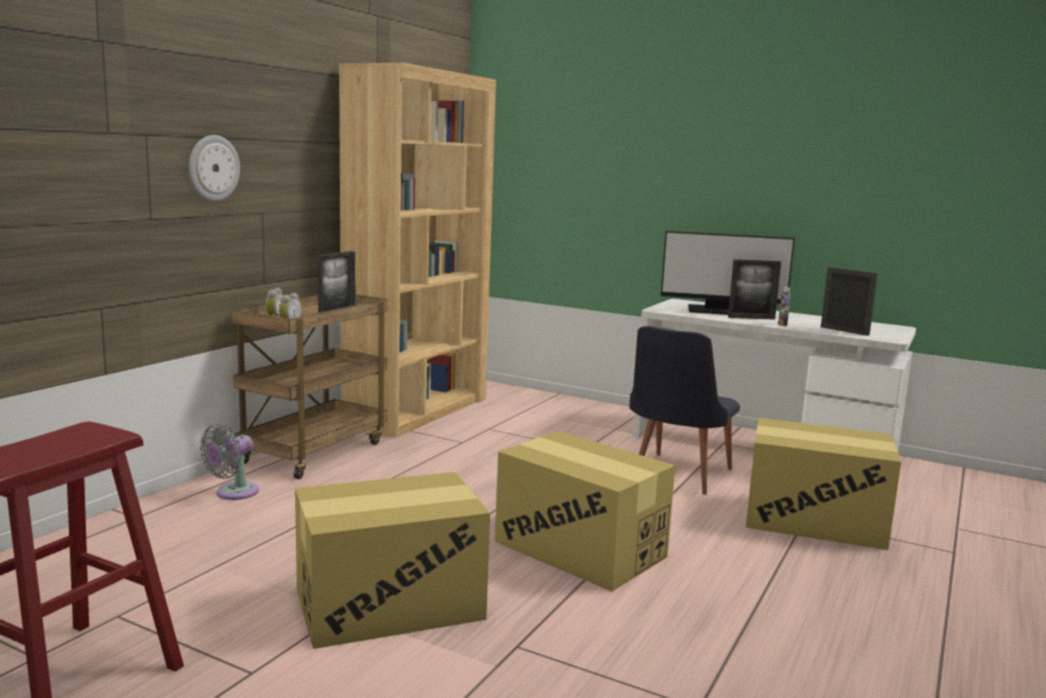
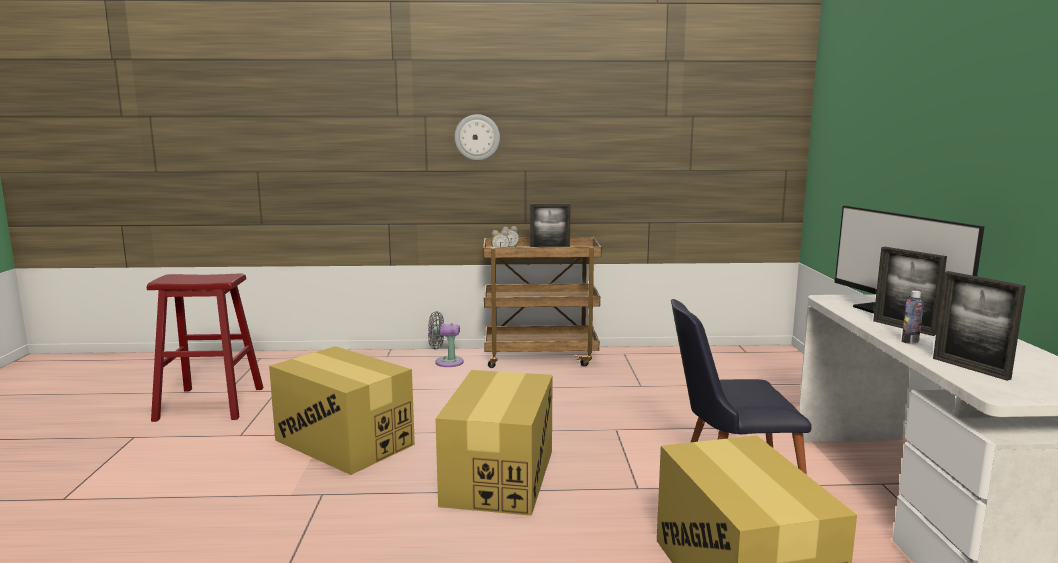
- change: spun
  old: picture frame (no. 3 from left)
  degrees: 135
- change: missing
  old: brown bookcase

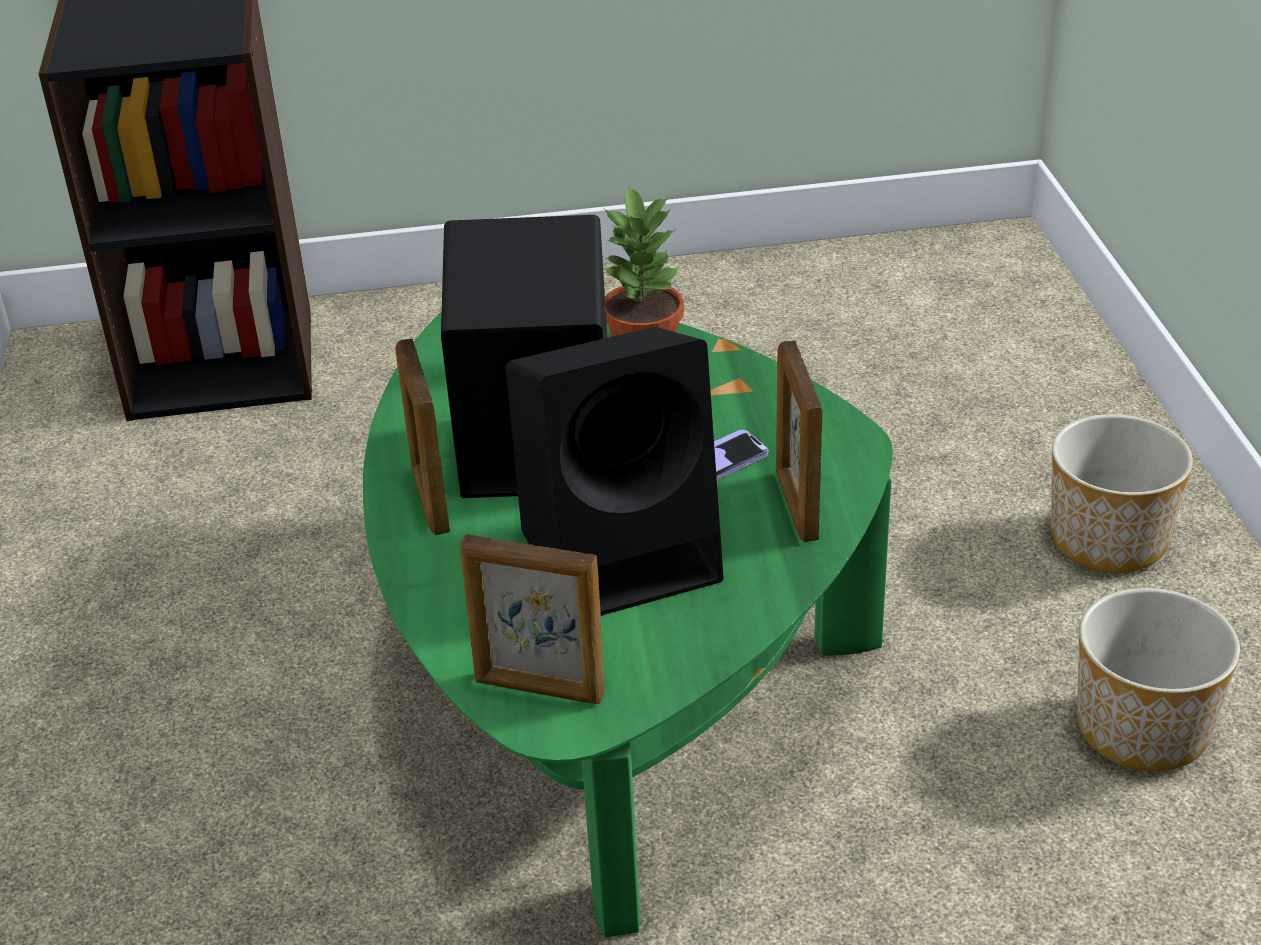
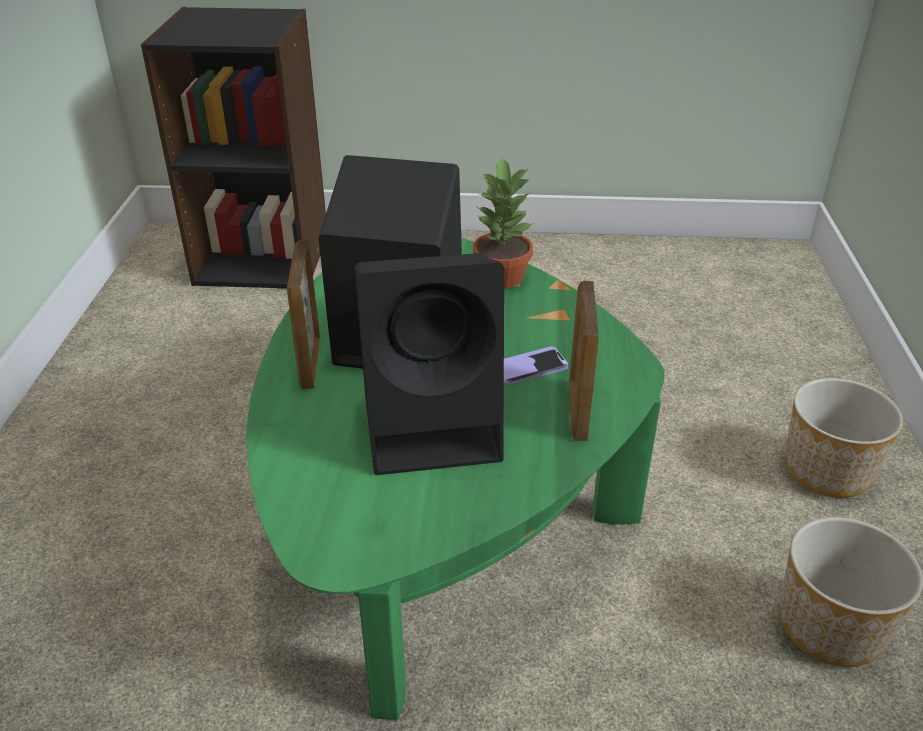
- change: missing
  old: picture frame (no. 2 from left)

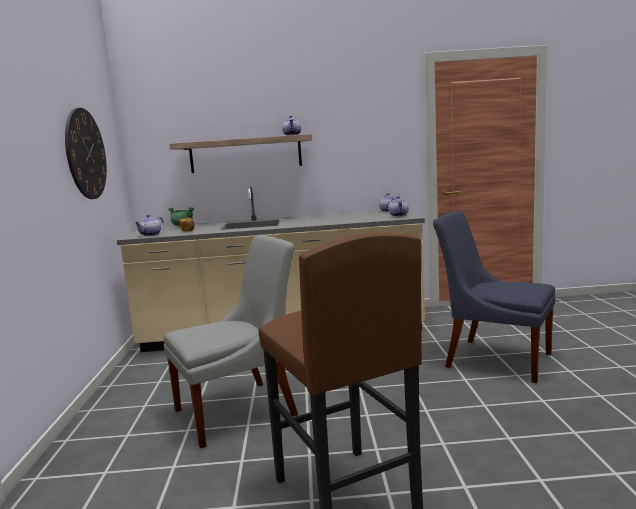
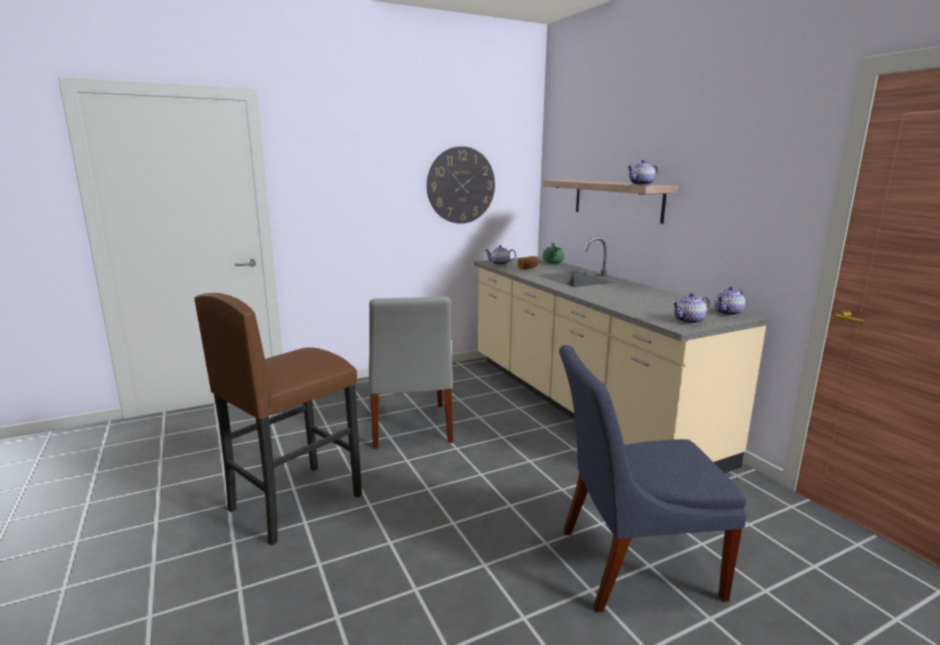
- change: spun
  old: grey chair
  degrees: 45
- change: spun
  old: blue chair
  degrees: -105

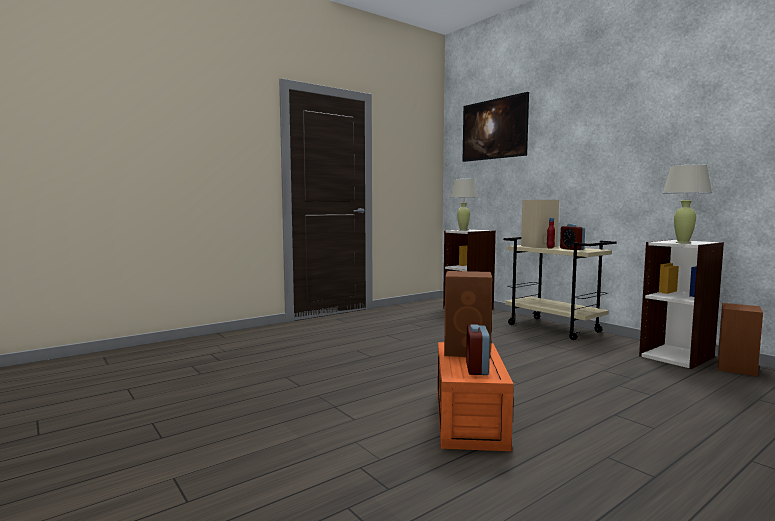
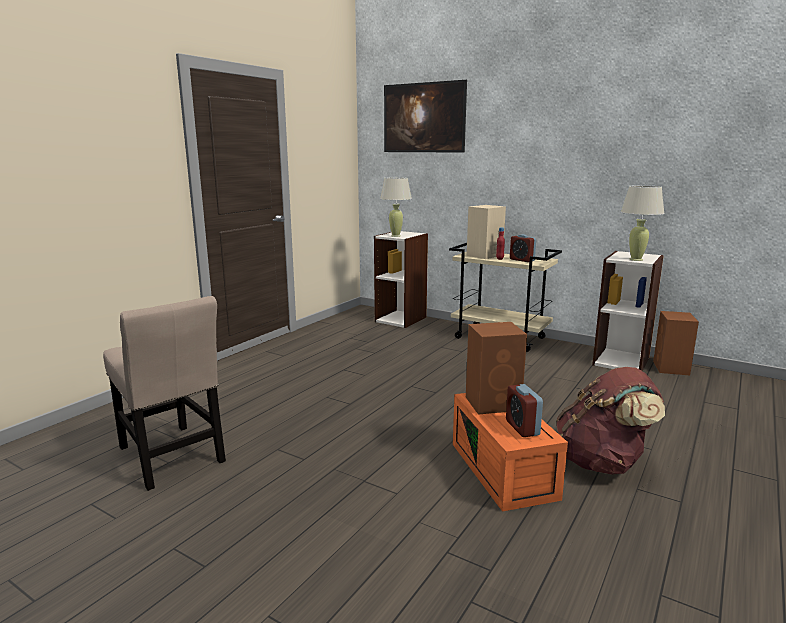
- change: appeared
  new: beige chair
- change: appeared
  new: brown backpack

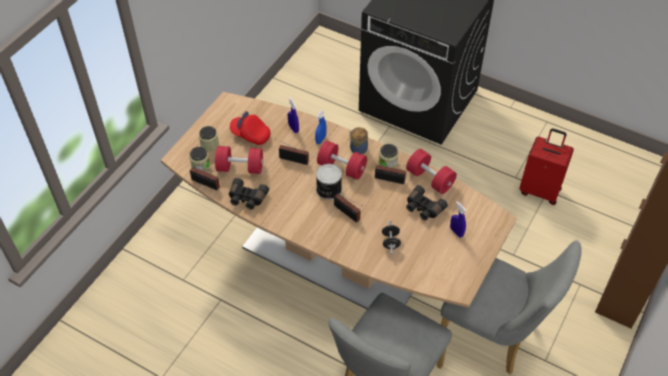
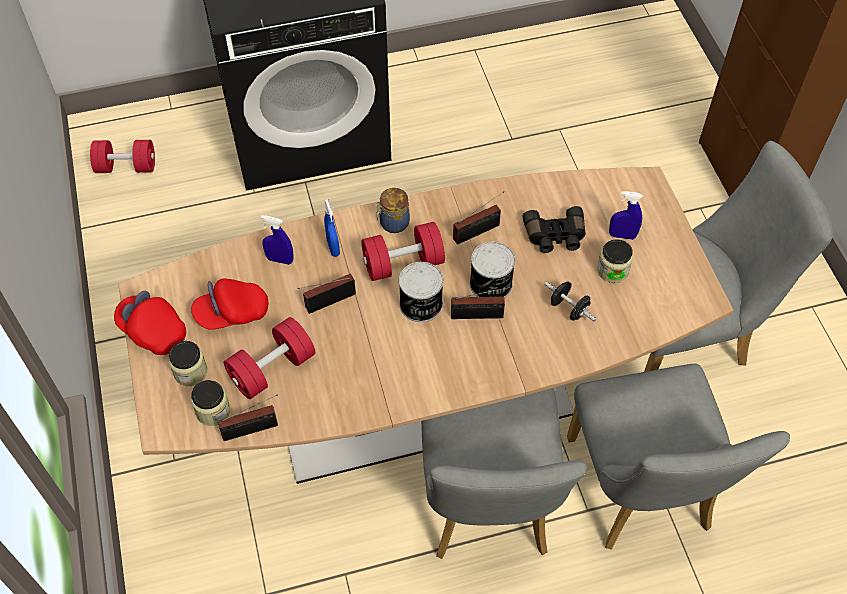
- change: relocated
  old: red dumbbell (no. 3 from left in the first image)
  new: red dumbbell (no. 1 from left)
- change: appeared
  new: red cap (no. 1 from left)
- change: appeared
  new: grey chair (no. 1 from left)
- change: appeared
  new: can (no. 2 from left)
- change: relocated
  old: jar (no. 4 from left)
- change: missing
  old: black binoculars (no. 1 from left)
- change: missing
  old: red suitcase

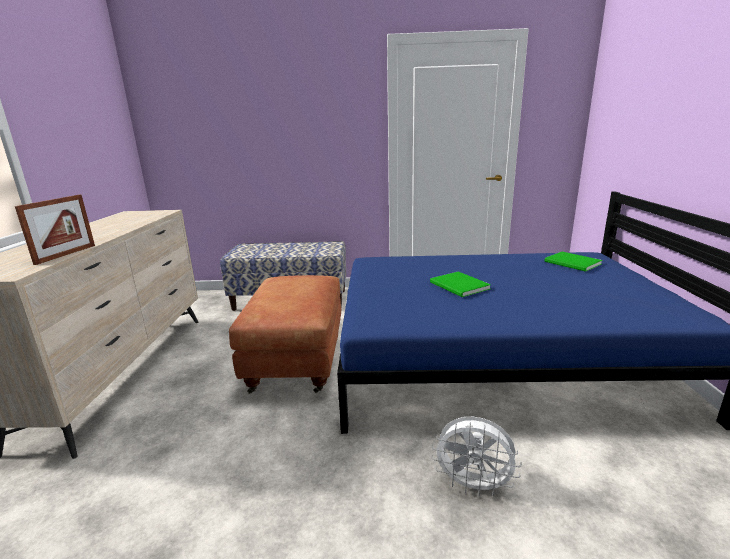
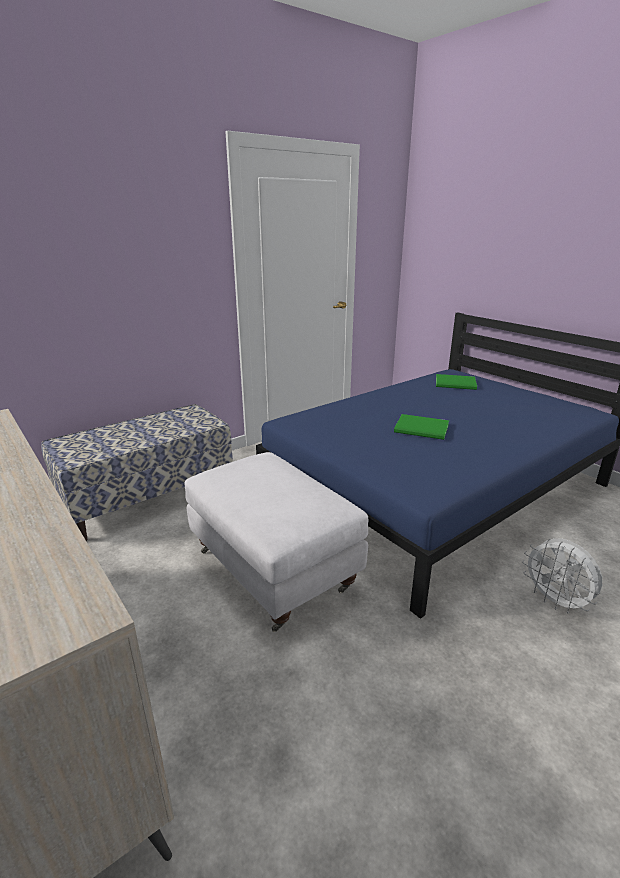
- change: colour
  old: brown ottoman
  new: white ottoman
- change: spun
  old: white fan
  degrees: 75
- change: missing
  old: picture frame

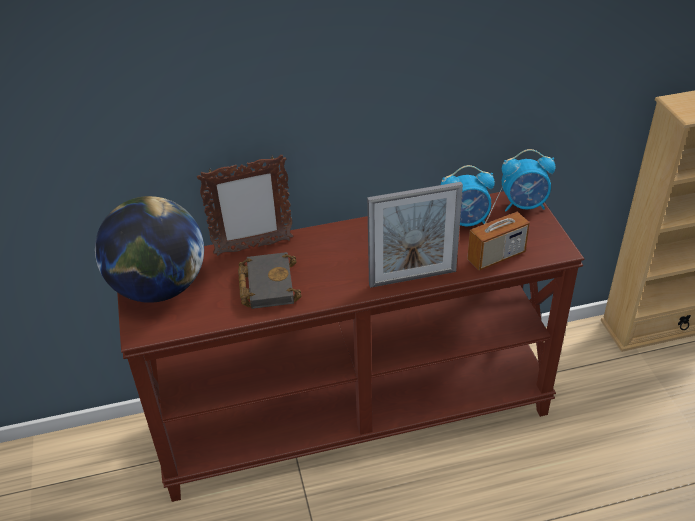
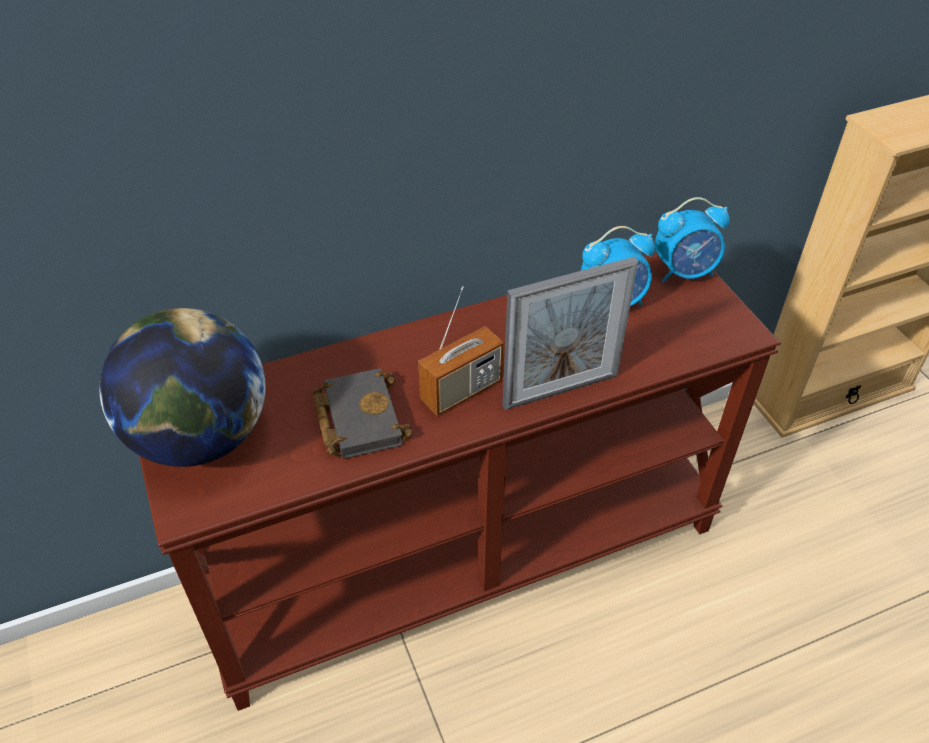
- change: relocated
  old: radio
- change: missing
  old: picture frame (no. 1 from left)

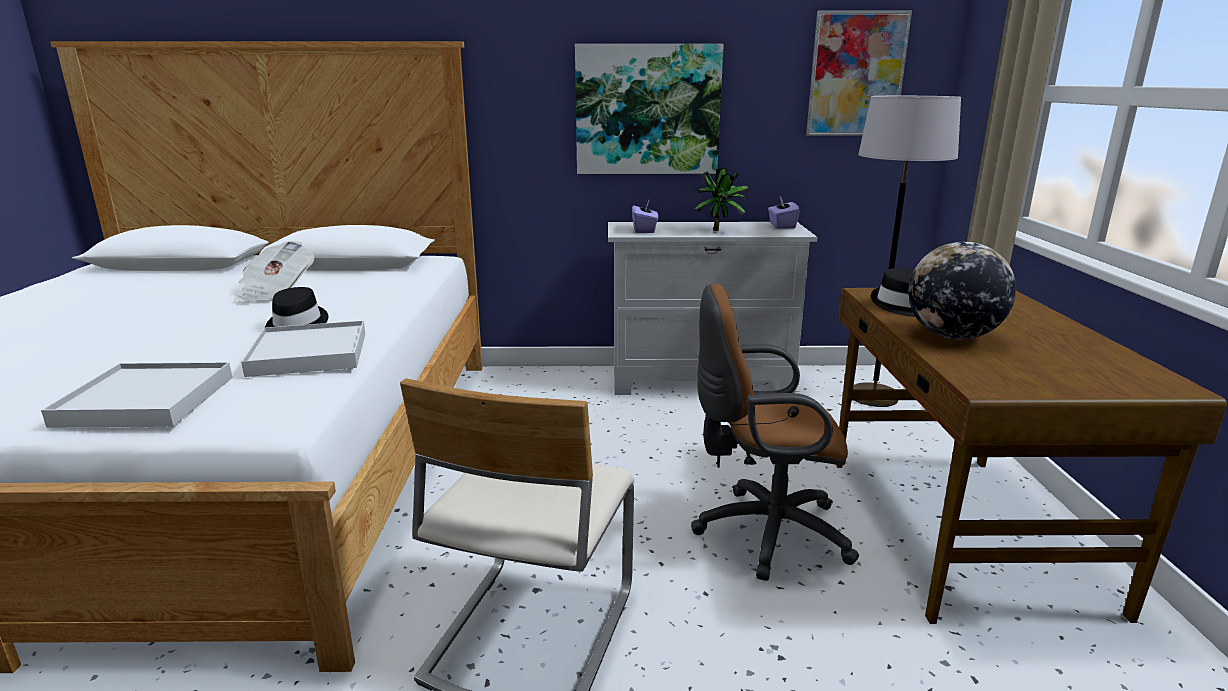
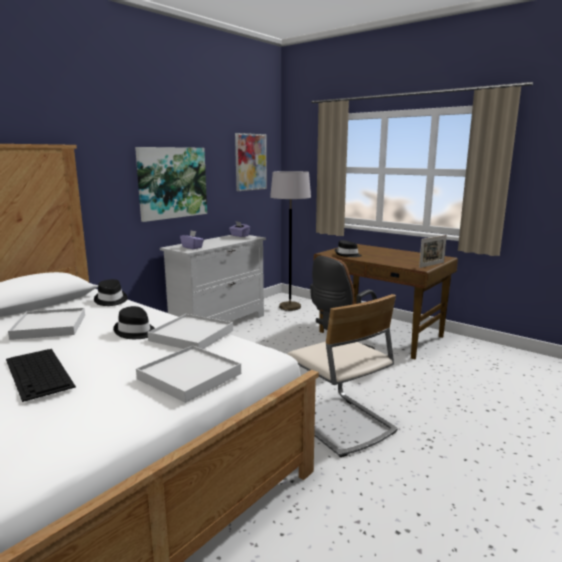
- change: appeared
  new: keyboard
- change: exchanged
  old: newspaper
  new: white tray (no. 1 from left)
- change: appeared
  new: black hat (no. 1 from left)
- change: appeared
  new: picture frame
- change: missing
  old: potted plant
- change: missing
  old: globe

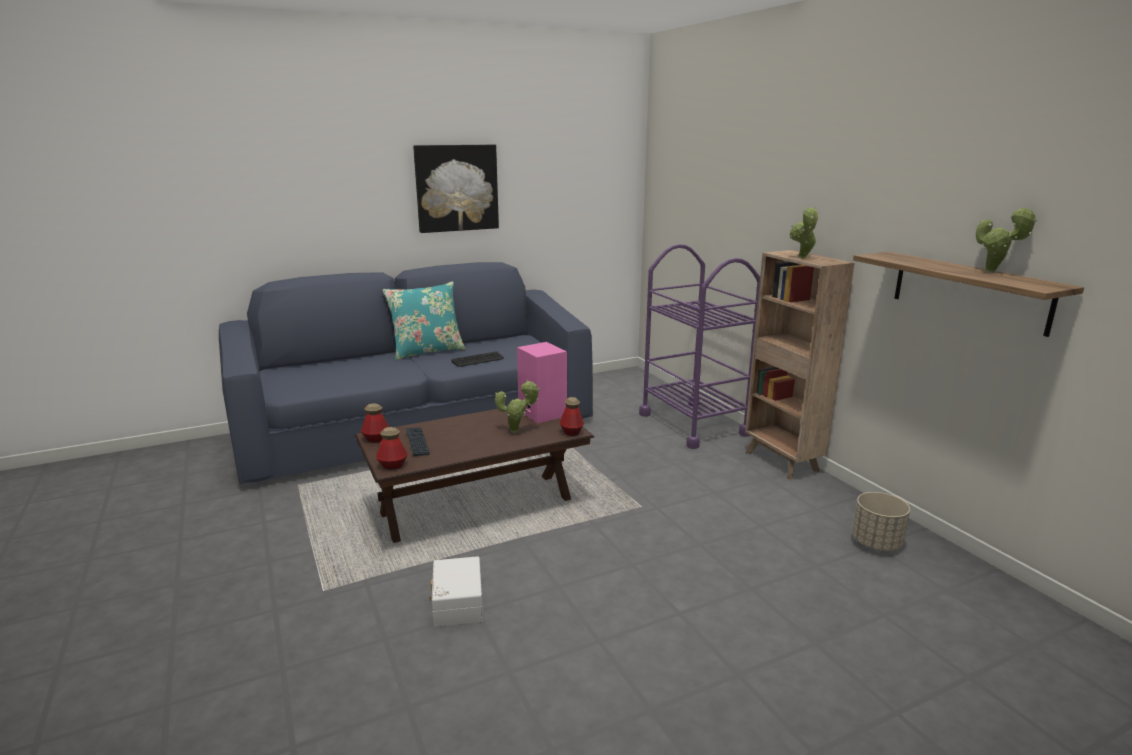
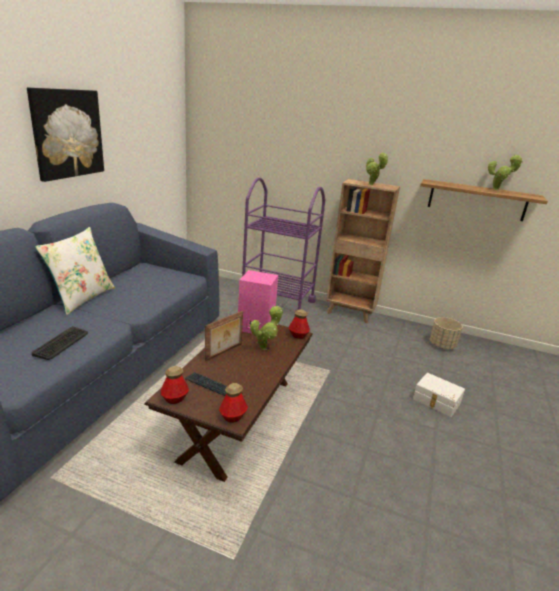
- change: relocated
  old: keyboard (no. 2 from left in the first image)
  new: keyboard (no. 1 from left)
- change: colour
  old: turquoise pillow
  new: white pillow
- change: appeared
  new: picture frame
- change: relocated
  old: white storage box

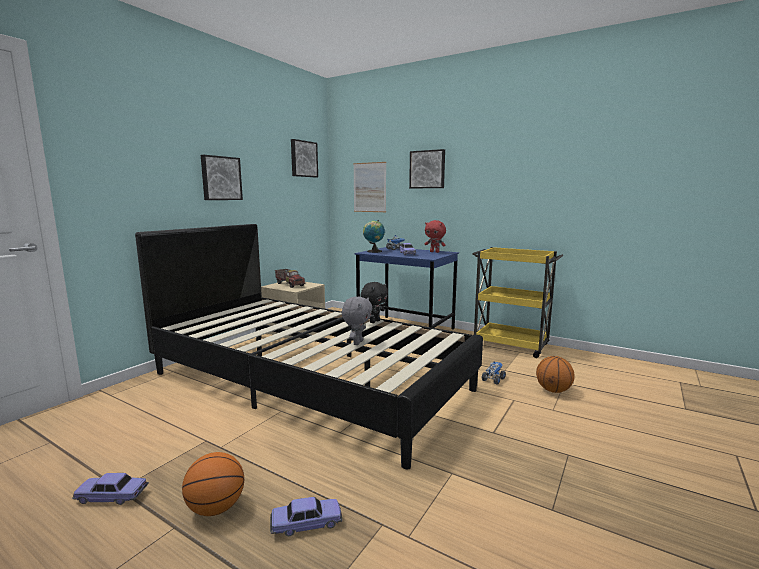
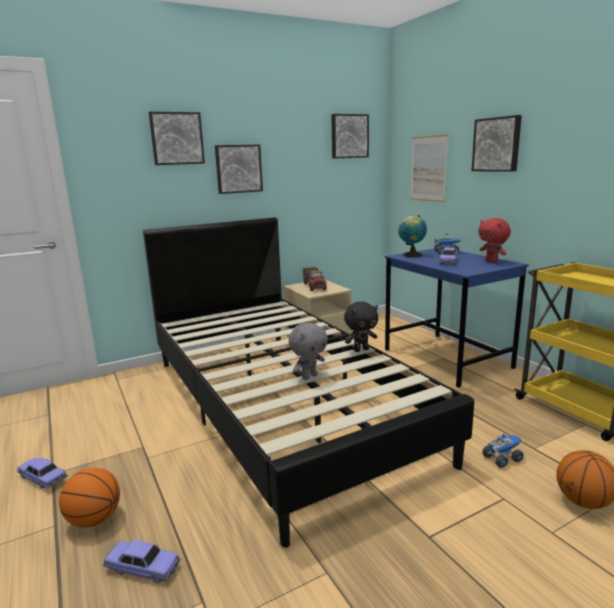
- change: appeared
  new: picture (no. 1 from left)

